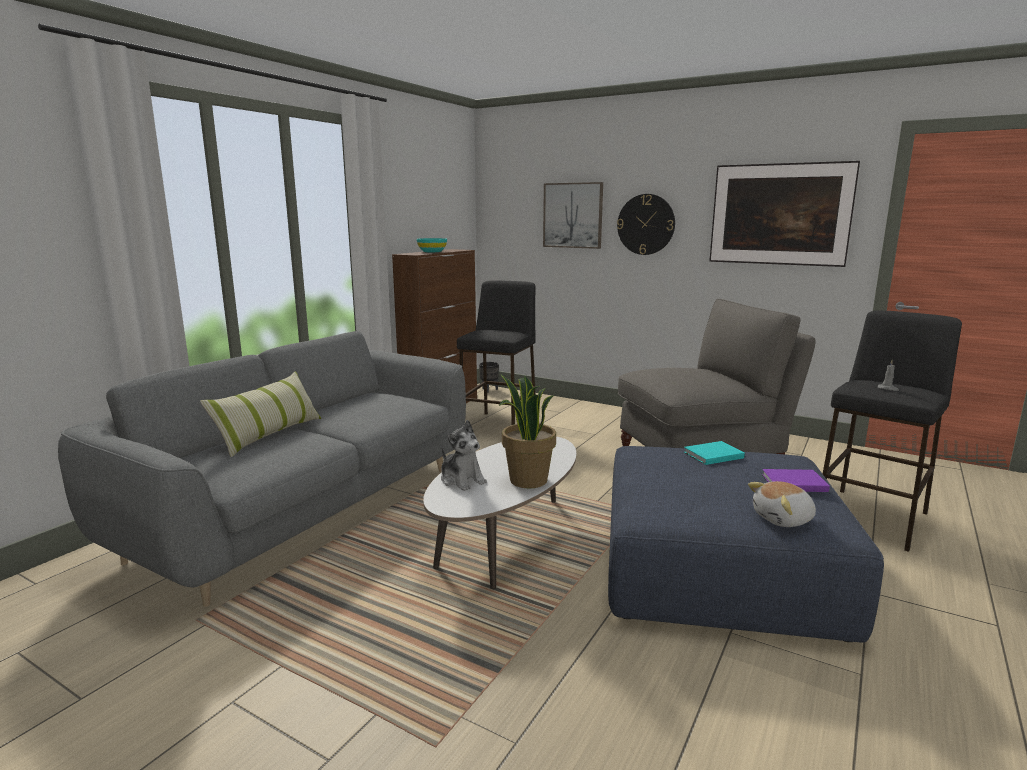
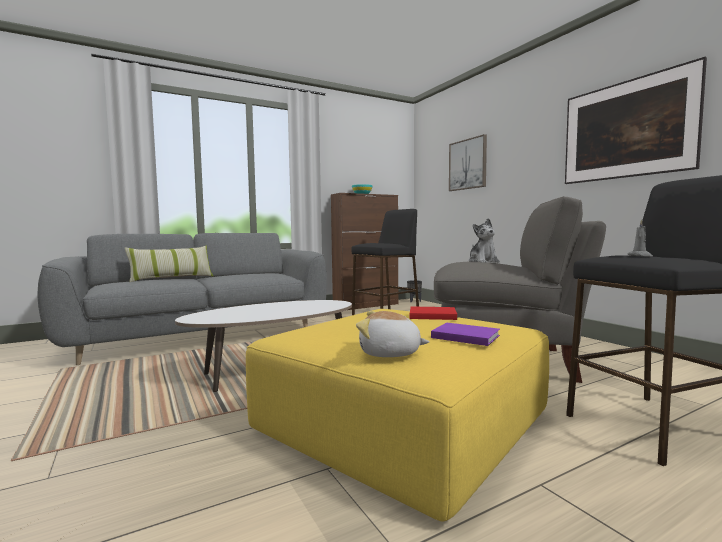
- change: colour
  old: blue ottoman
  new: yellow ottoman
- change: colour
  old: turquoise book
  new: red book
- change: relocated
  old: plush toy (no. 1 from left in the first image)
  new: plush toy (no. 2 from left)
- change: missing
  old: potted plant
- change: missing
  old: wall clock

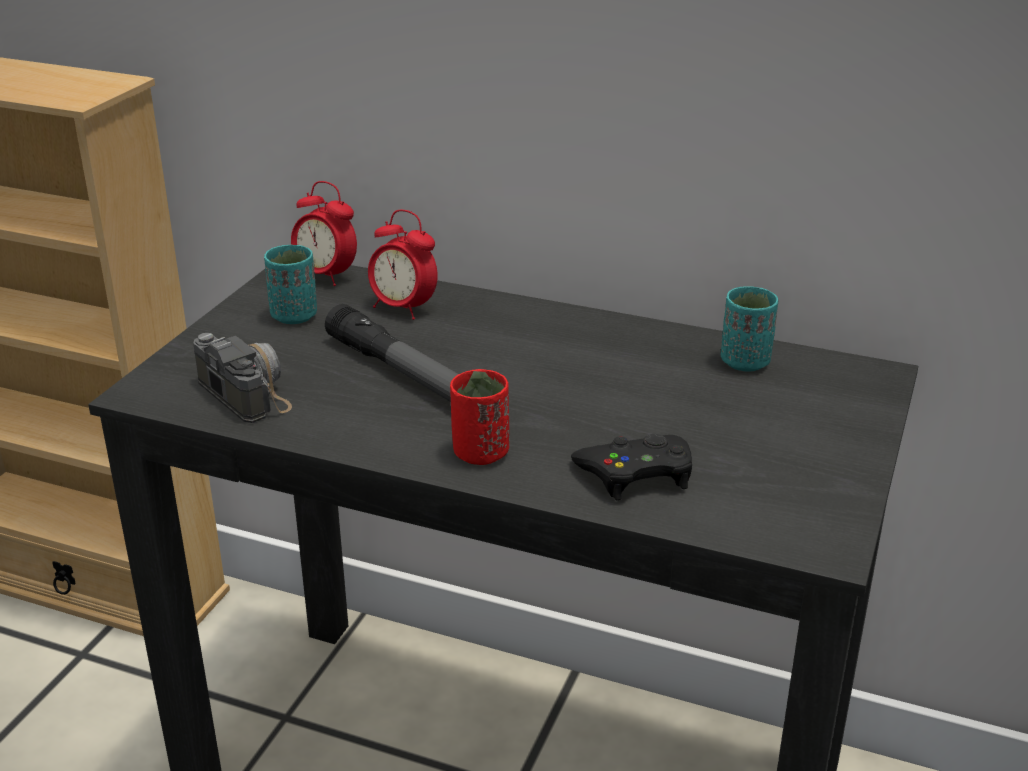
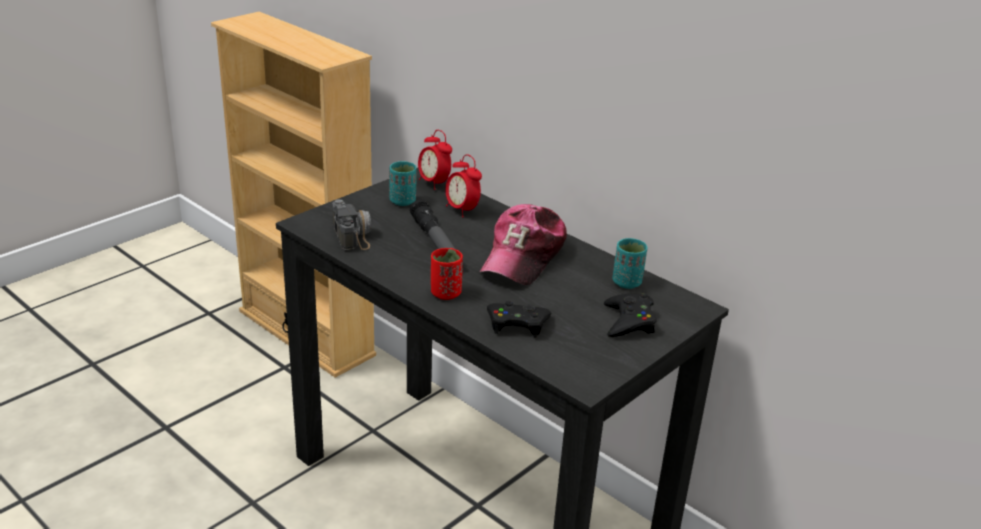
- change: appeared
  new: cap
- change: appeared
  new: black game controller (no. 2 from left)

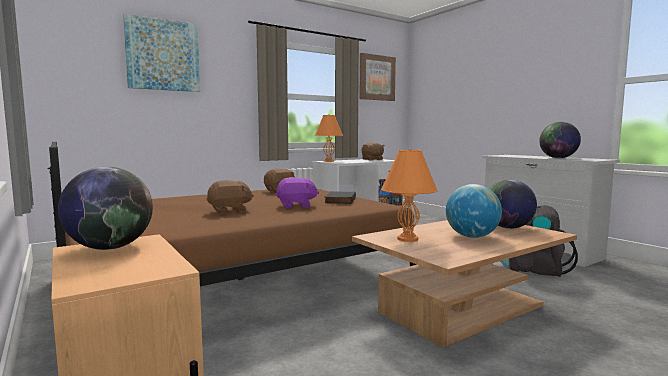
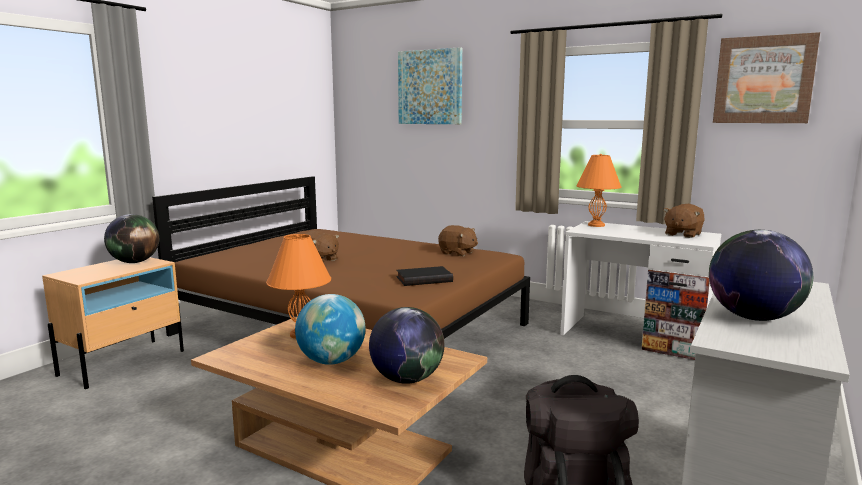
- change: missing
  old: purple plush toy

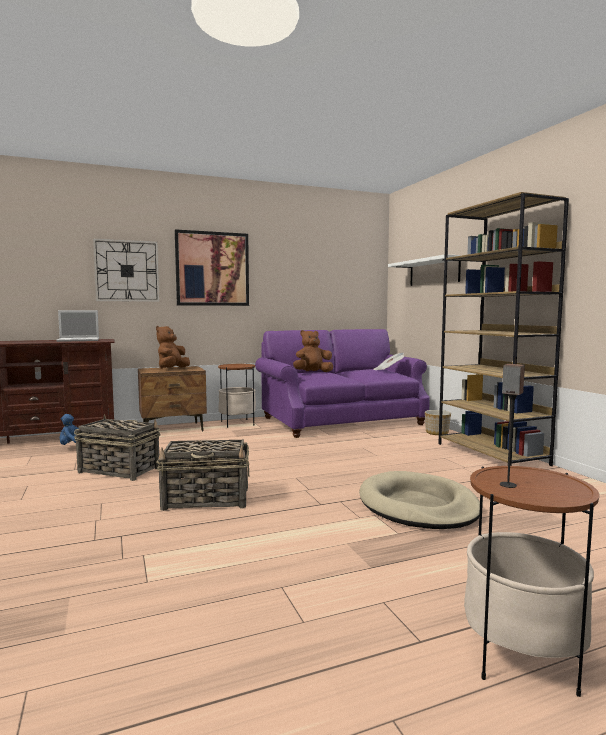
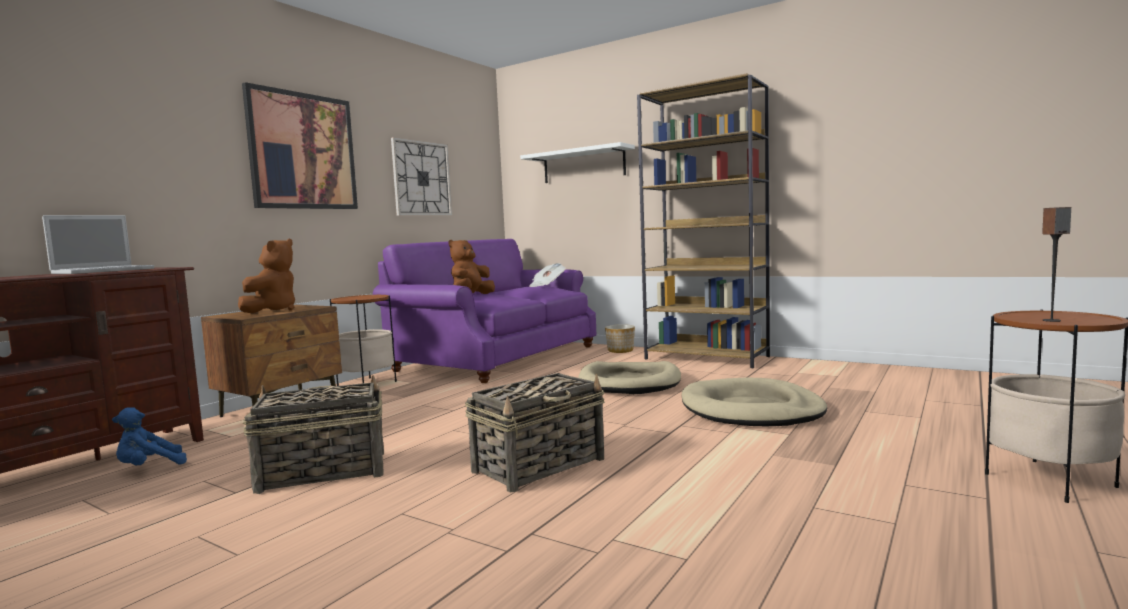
- change: spun
  old: brown plush toy (no. 1 from left)
  degrees: -150
- change: relocated
  old: wall clock
- change: appeared
  new: beige dog bed (no. 1 from left)

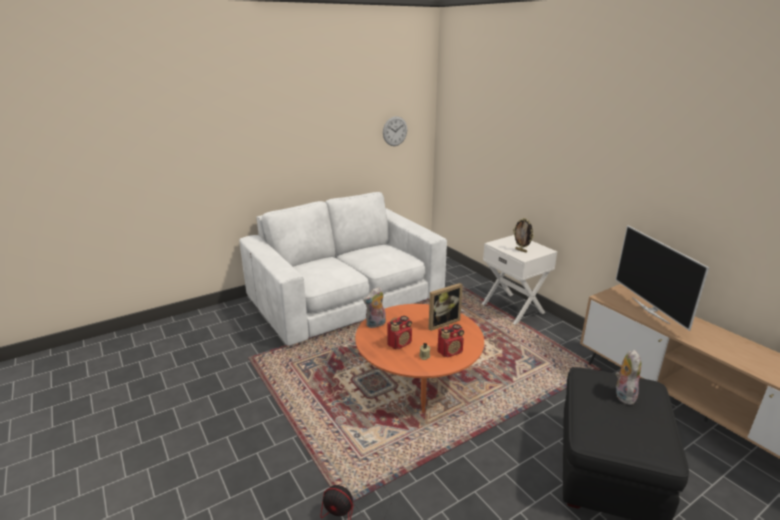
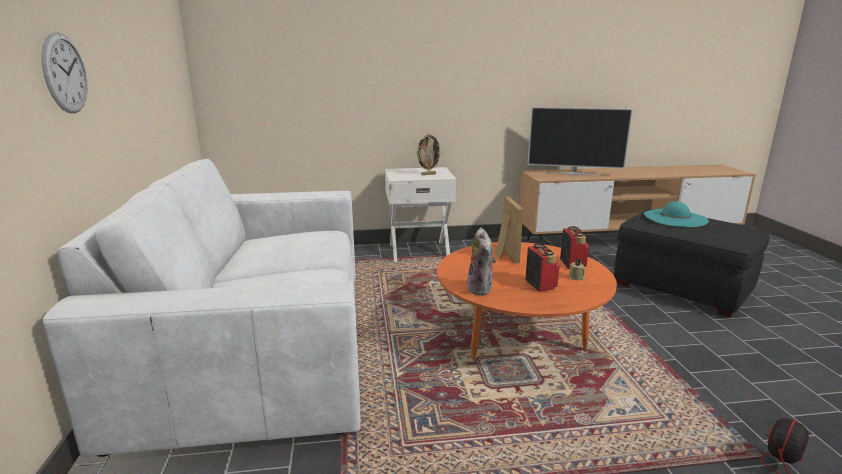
- change: relocated
  old: wall clock
- change: exchanged
  old: plush toy (no. 2 from left)
  new: turquoise hat

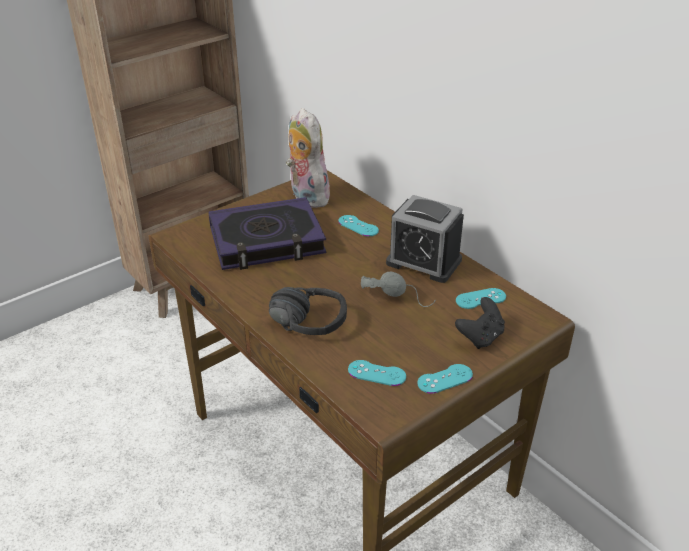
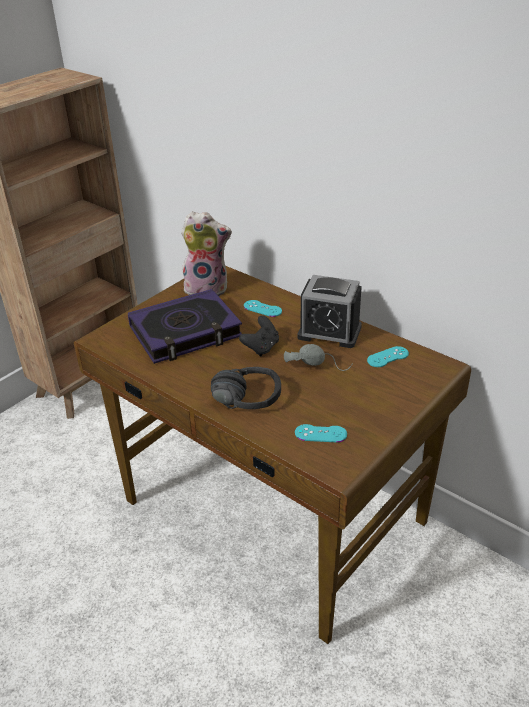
- change: spun
  old: plush toy
  degrees: 135
- change: relocated
  old: black game controller
- change: missing
  old: turquoise game controller (no. 3 from left)

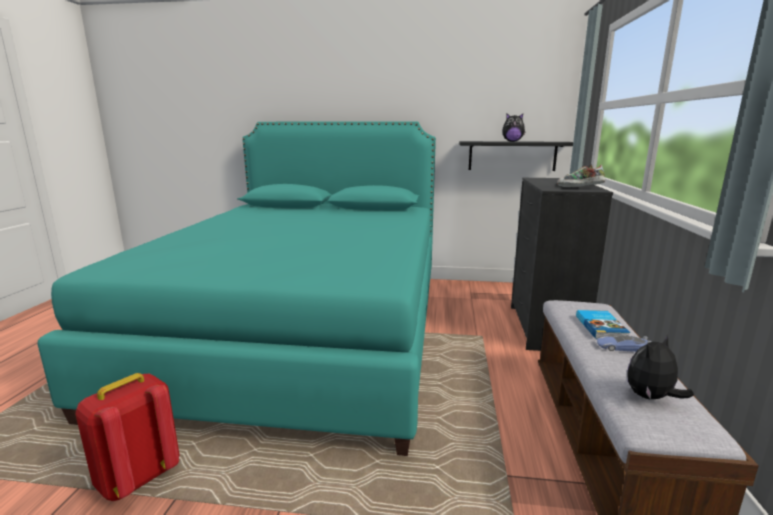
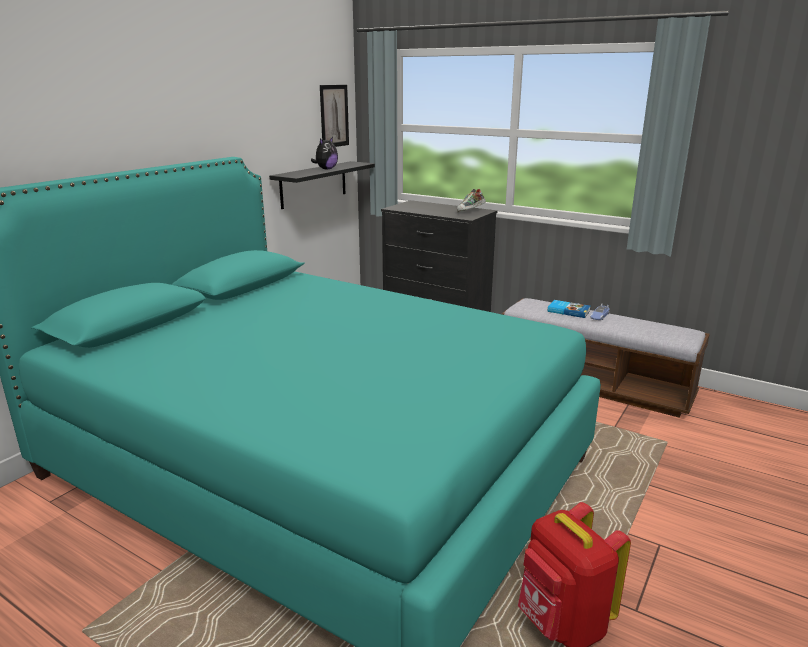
- change: appeared
  new: picture
- change: missing
  old: plush toy (no. 2 from left)

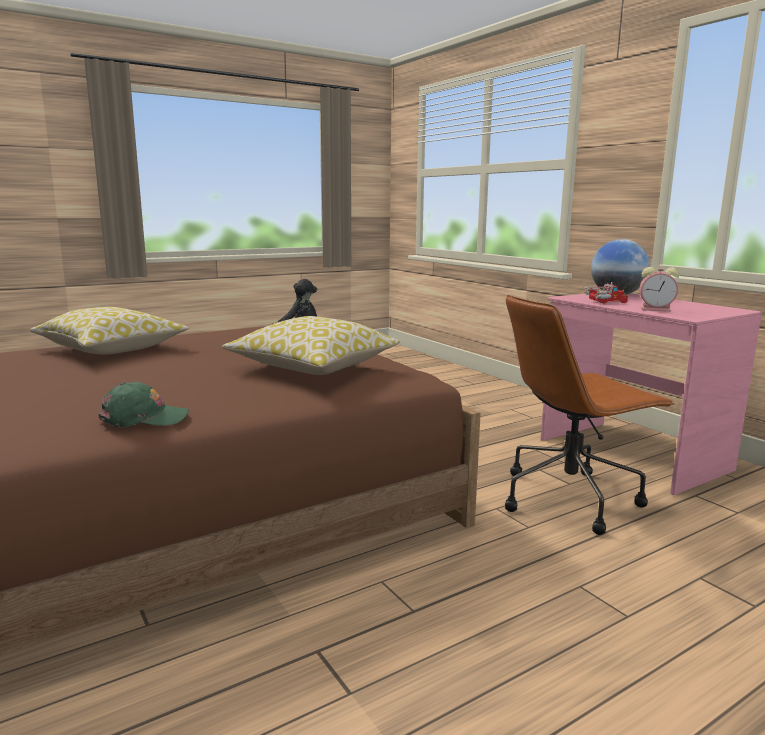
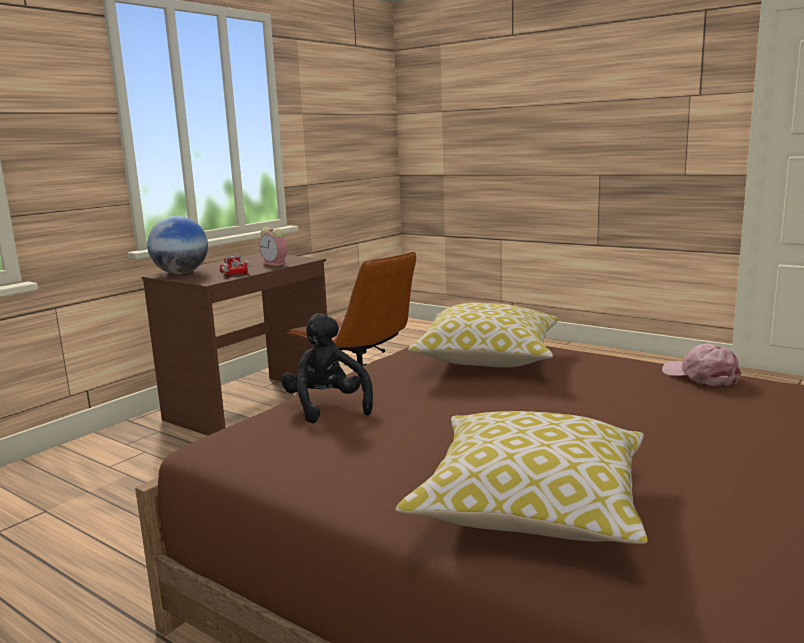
- change: colour
  old: pink desk
  new: brown desk
- change: spun
  old: alarm clock
  degrees: 135
- change: colour
  old: green cap
  new: pink cap

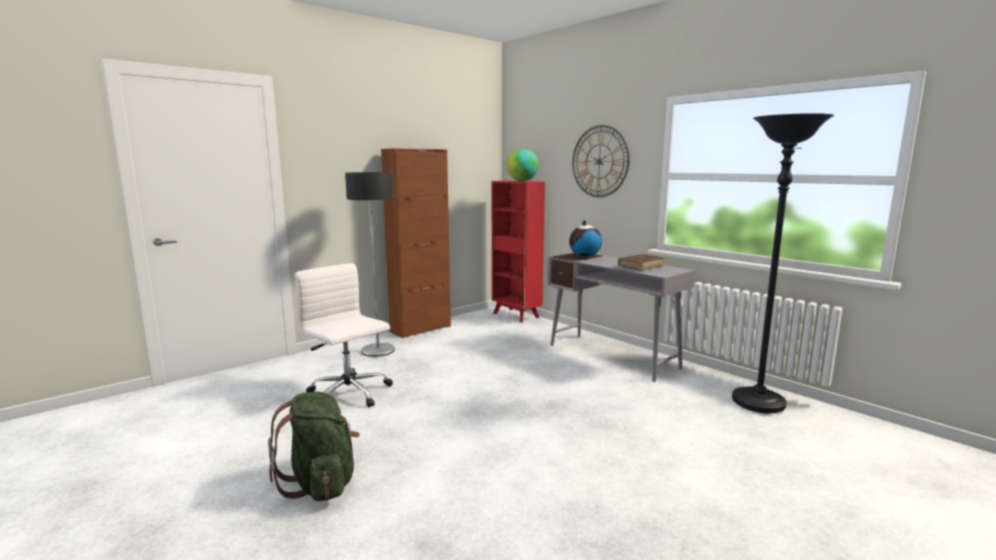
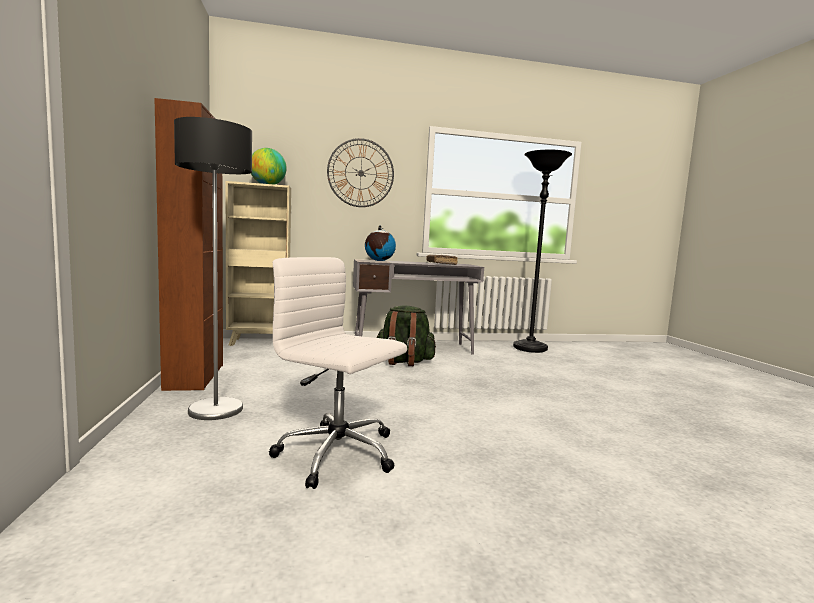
- change: colour
  old: red bookcase
  new: beige bookcase
- change: spun
  old: white office chair
  degrees: 45
- change: relocated
  old: green backpack

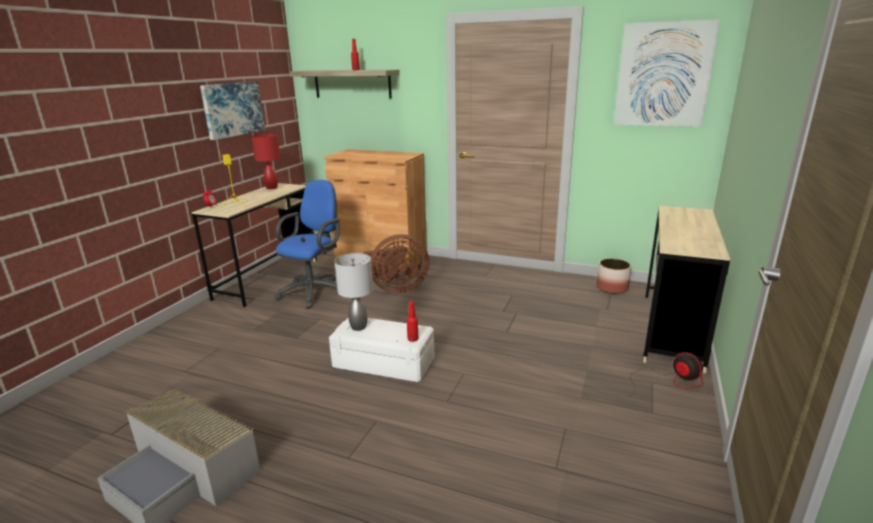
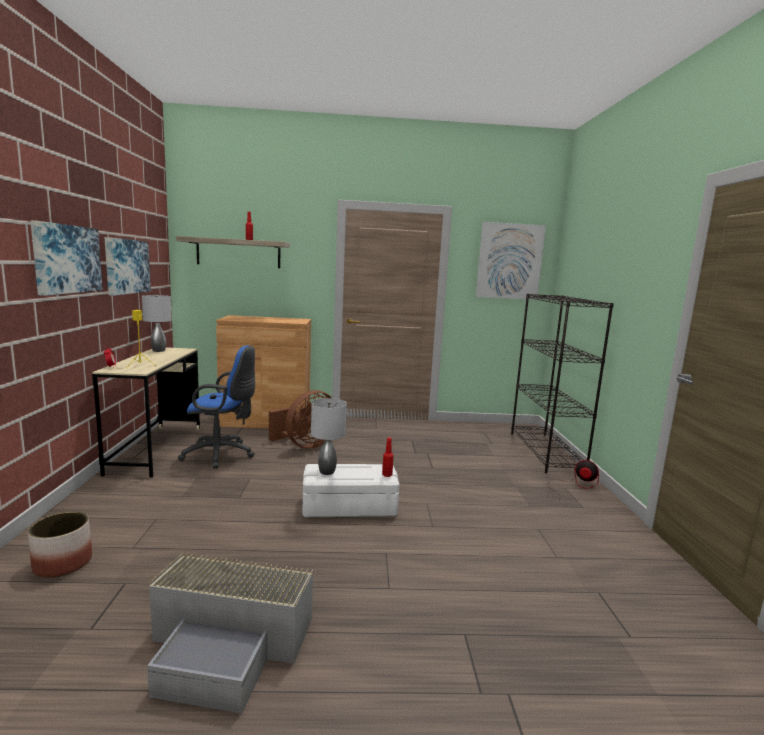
- change: relocated
  old: planter
- change: appeared
  new: picture (no. 1 from left)
- change: colour
  old: red table lamp
  new: grey table lamp (no. 1 from left)
- change: spun
  old: blue office chair
  degrees: 90
- change: exchanged
  old: beige desk (no. 2 from left)
  new: black bookcase

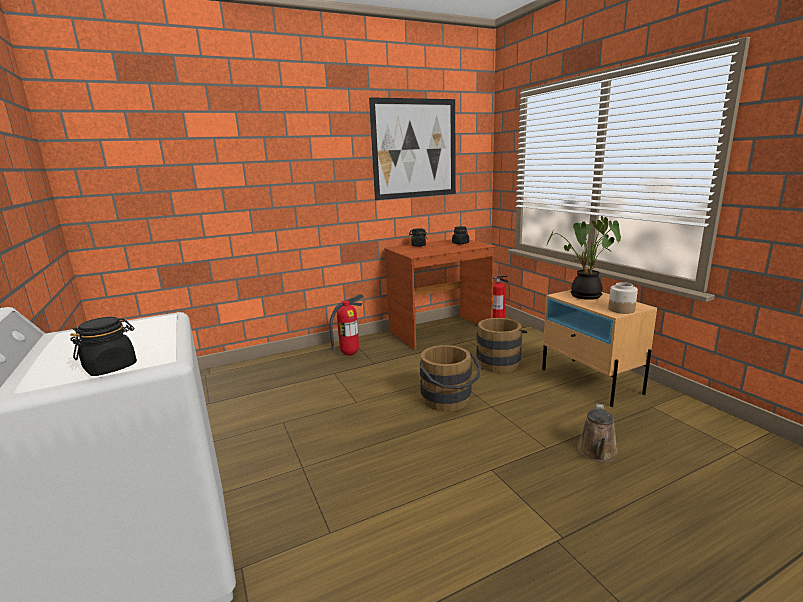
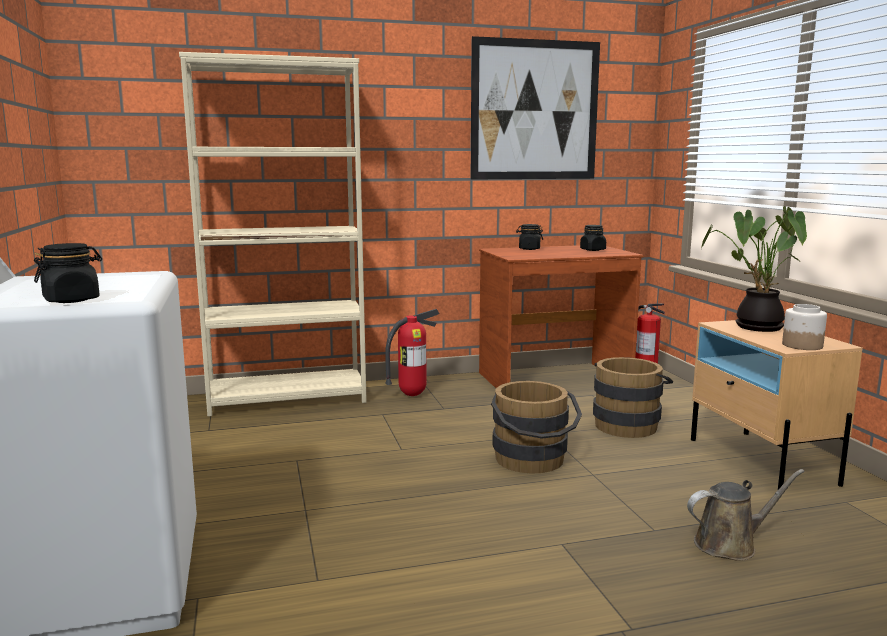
- change: appeared
  new: beige bookcase
- change: spun
  old: brown watering can
  degrees: -135

